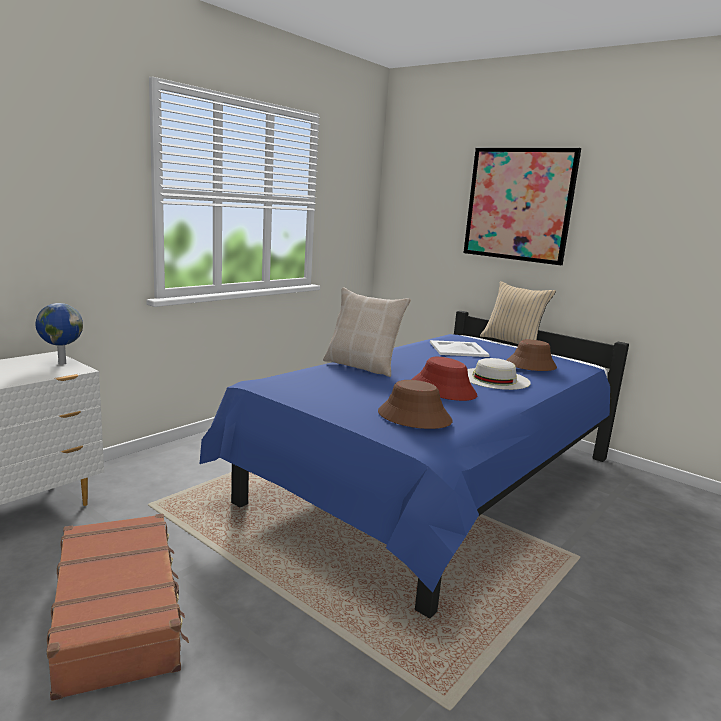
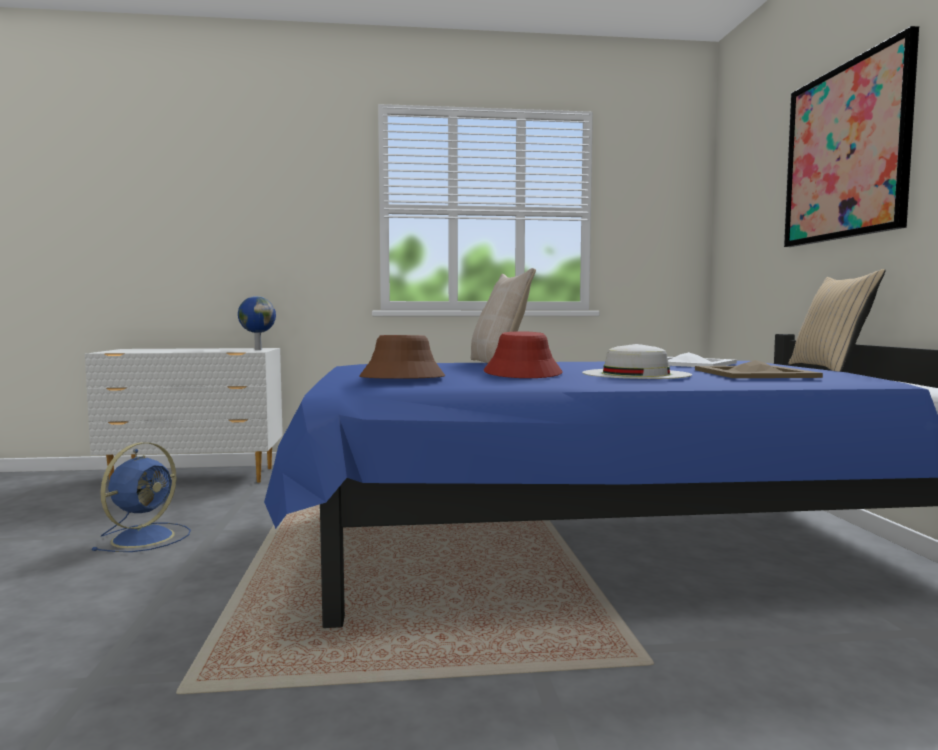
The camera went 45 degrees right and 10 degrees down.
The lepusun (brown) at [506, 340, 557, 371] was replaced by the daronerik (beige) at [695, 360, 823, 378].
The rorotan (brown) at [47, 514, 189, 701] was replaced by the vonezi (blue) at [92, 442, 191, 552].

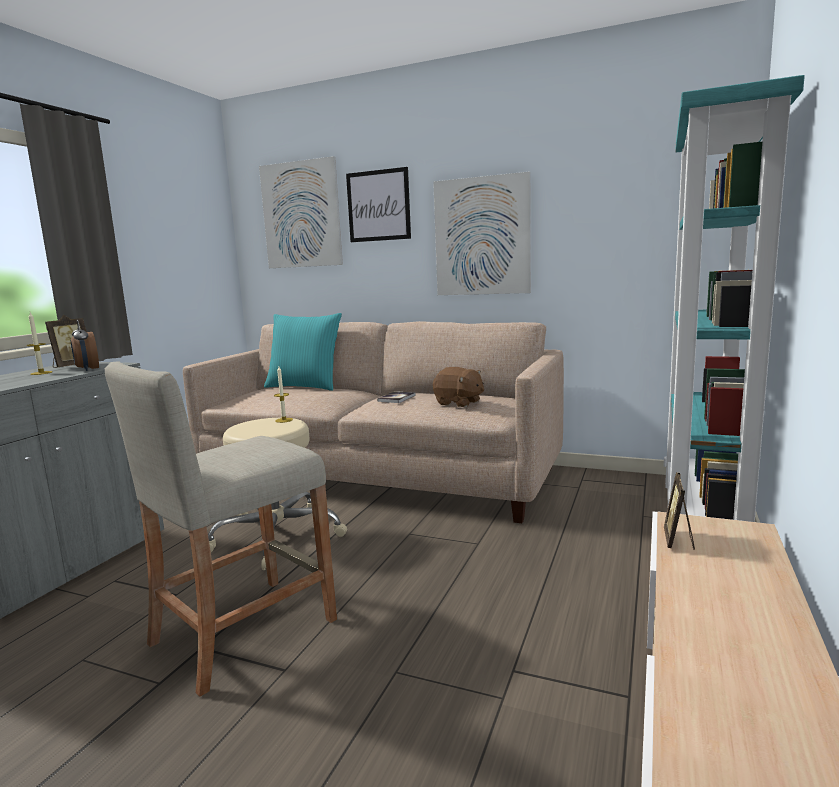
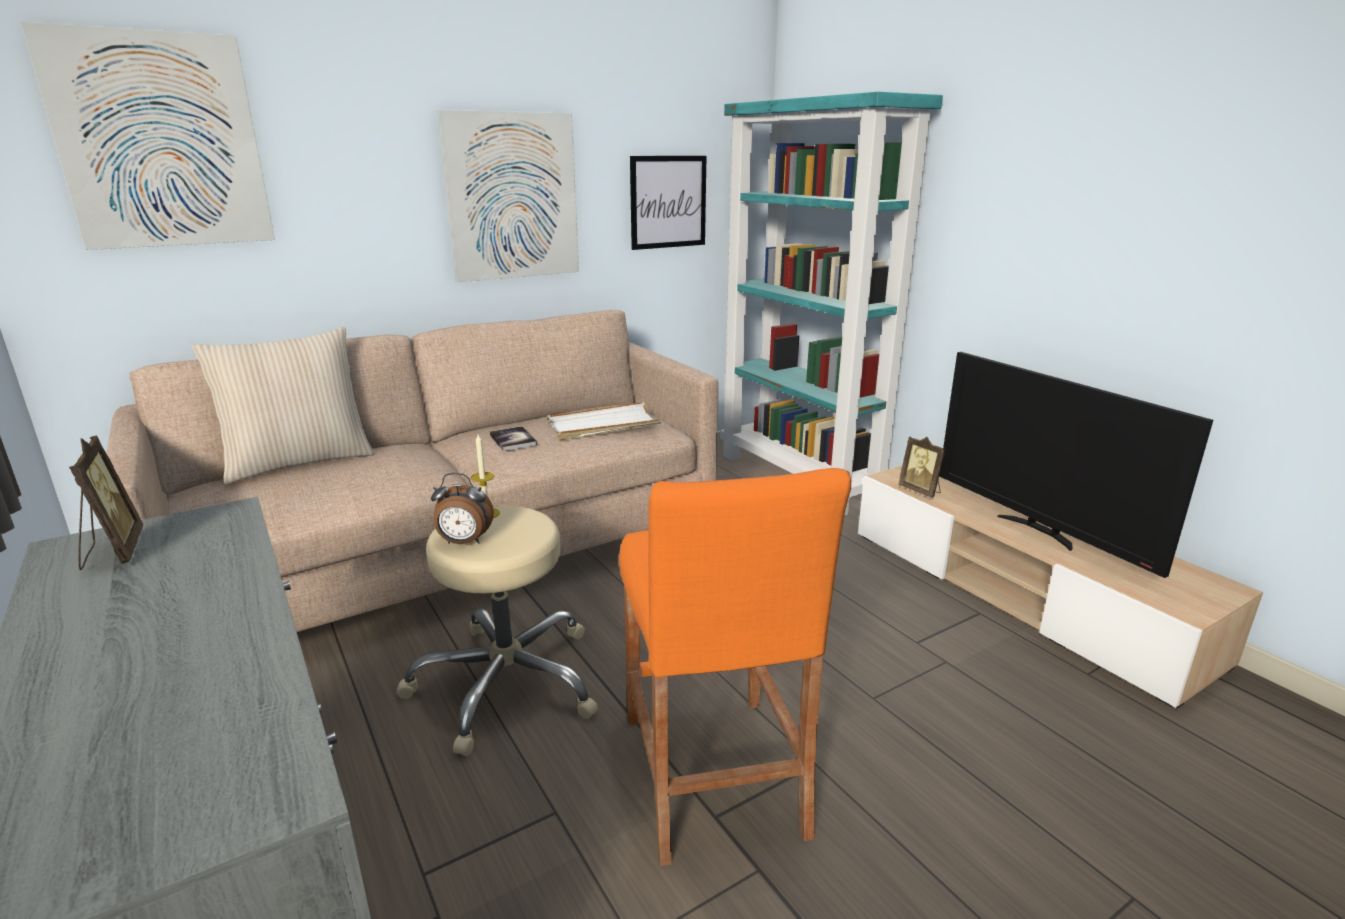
The camera went 55 degrees left and 10 degrees up.
The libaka moved from [346, 167, 411, 242] to [630, 156, 706, 250].
The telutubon at [26, 312, 52, 375] disappeared.
The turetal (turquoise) at [264, 313, 342, 391] became the turetal (beige) at [192, 327, 375, 484].
The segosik moved from [71, 320, 99, 371] to [431, 473, 494, 544].
The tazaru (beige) at [105, 361, 337, 697] became the tazaru (orange) at [619, 468, 851, 866].
The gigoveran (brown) at [433, 367, 484, 407] was replaced by the daronerik (white) at [547, 402, 662, 440].
The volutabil at [939, 352, 1213, 578] appeared.

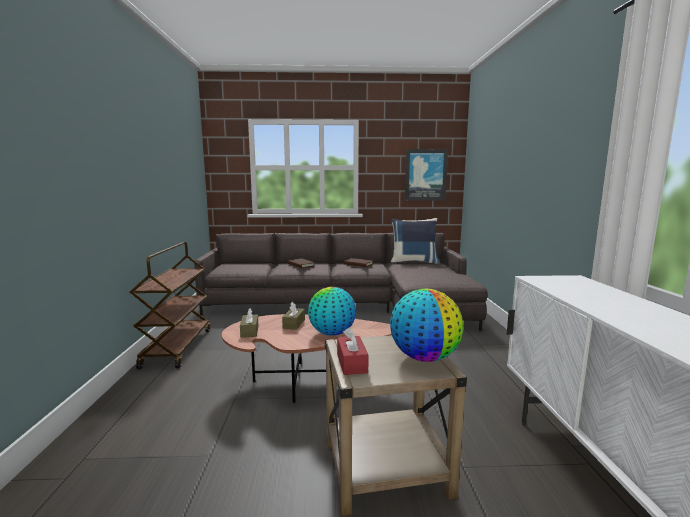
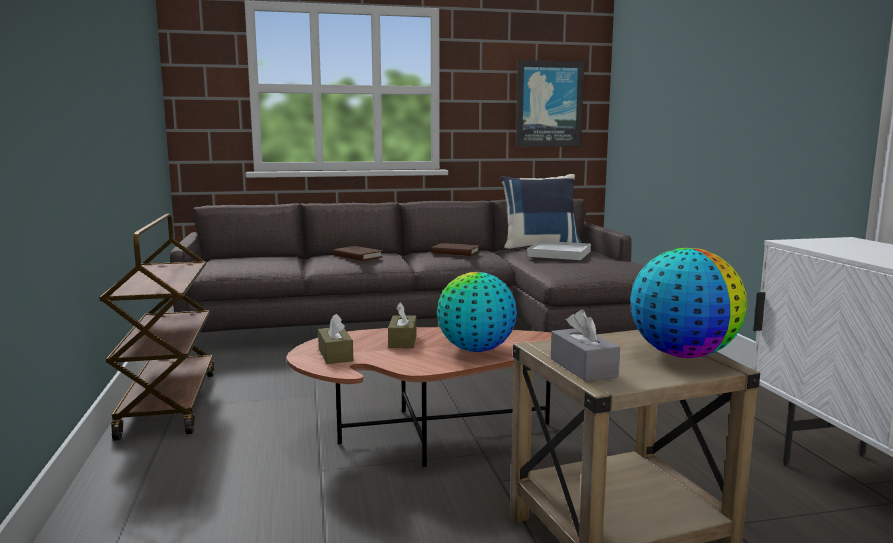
The camera went 10 degrees left and 0 degrees up.
The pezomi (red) at [337, 327, 369, 375] became the pezomi (grey) at [551, 310, 620, 382].
The daronerik (white) at [527, 241, 591, 260] appeared.

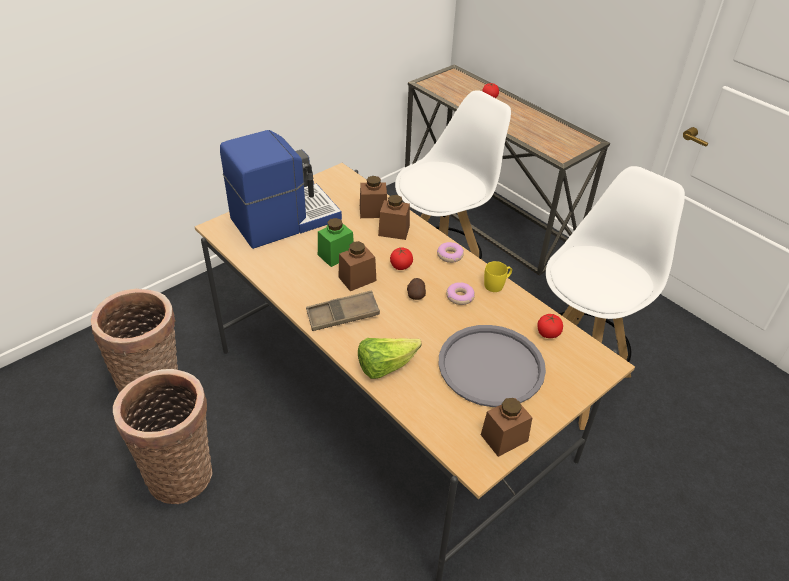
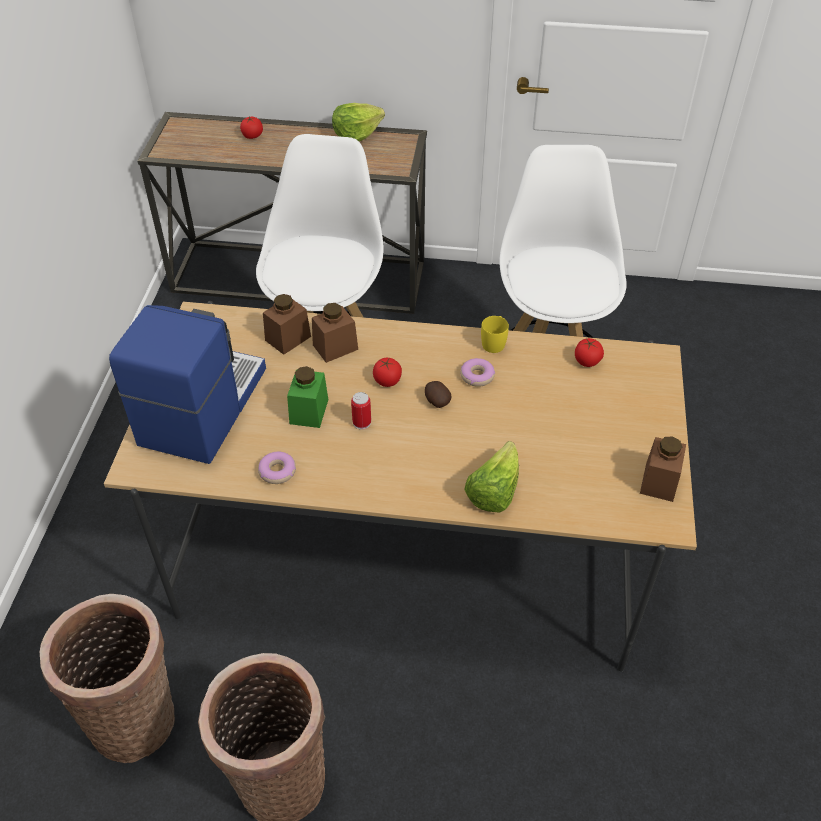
The camera went 40 degrees left and 5 degrees up.
The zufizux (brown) at [338, 241, 376, 291] was replaced by the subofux at [351, 392, 371, 430].
The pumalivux moved from [437, 242, 464, 263] to [258, 452, 296, 484].
The daronerik (brown) at [306, 290, 380, 331] disappeared.
The daronerik (grey) at [439, 325, 546, 407] disappeared.
The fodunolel at [332, 103, 385, 141] appeared.

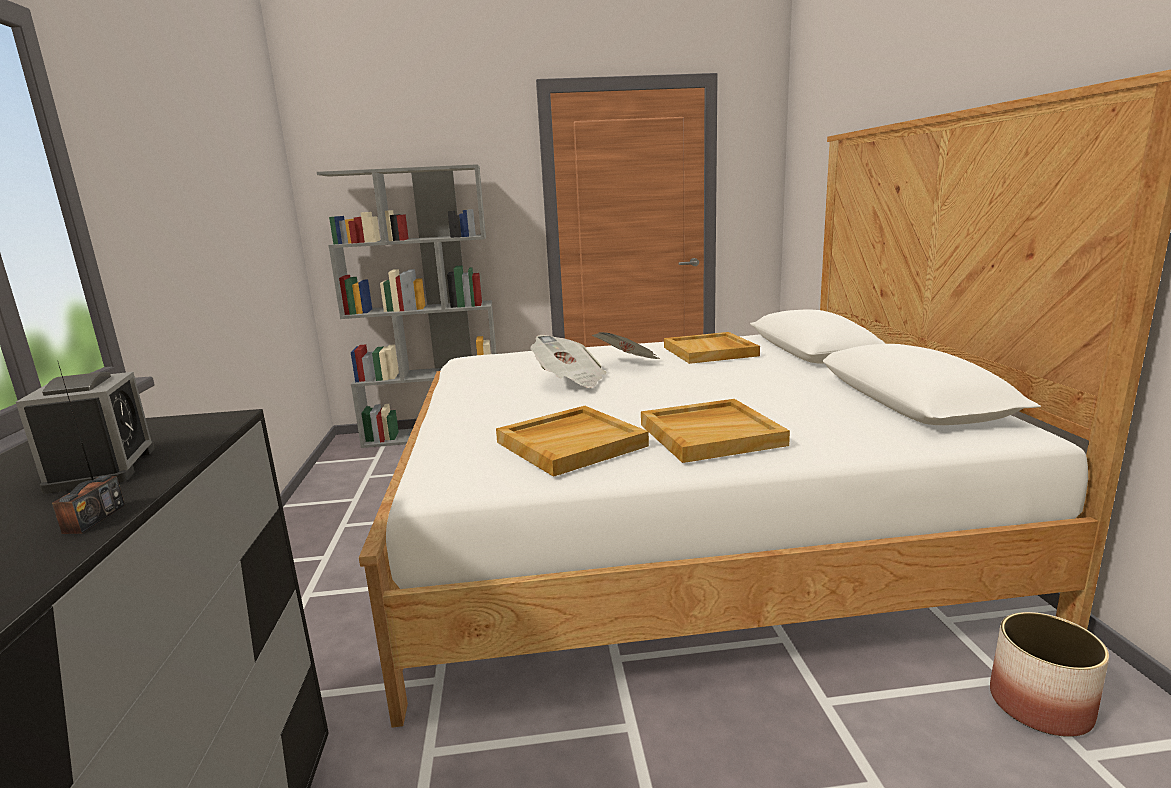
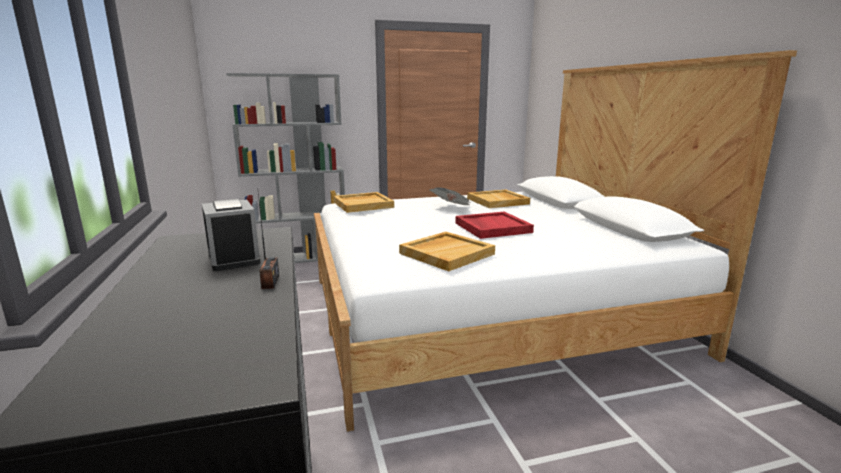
The camera went 10 degrees left and 0 degrees up.
The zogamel at [530, 335, 607, 388] disappeared.
The daronerik (beige) moved from [641, 399, 790, 463] to [333, 192, 394, 213].
The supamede at [990, 612, 1109, 737] disappeared.
The daronerik (red) at [456, 212, 534, 239] appeared.

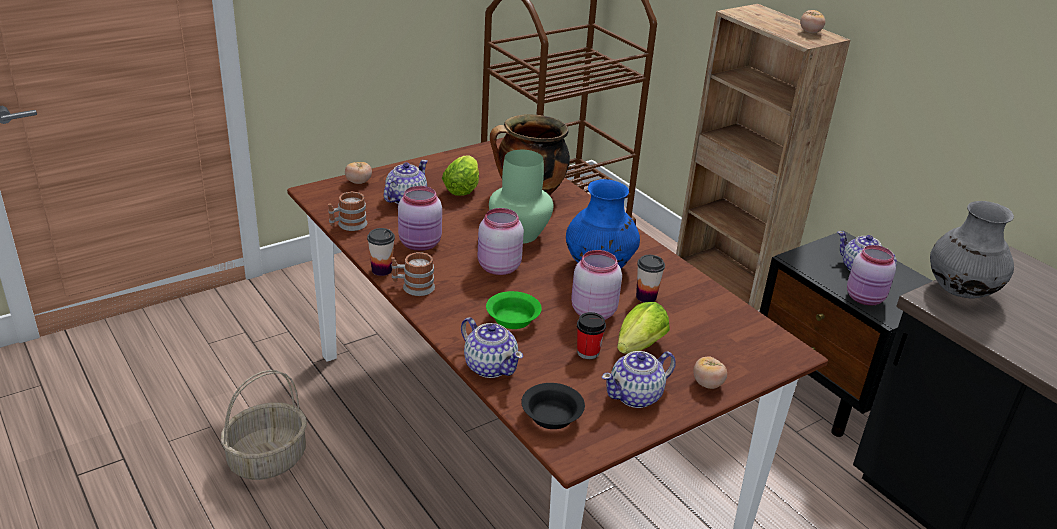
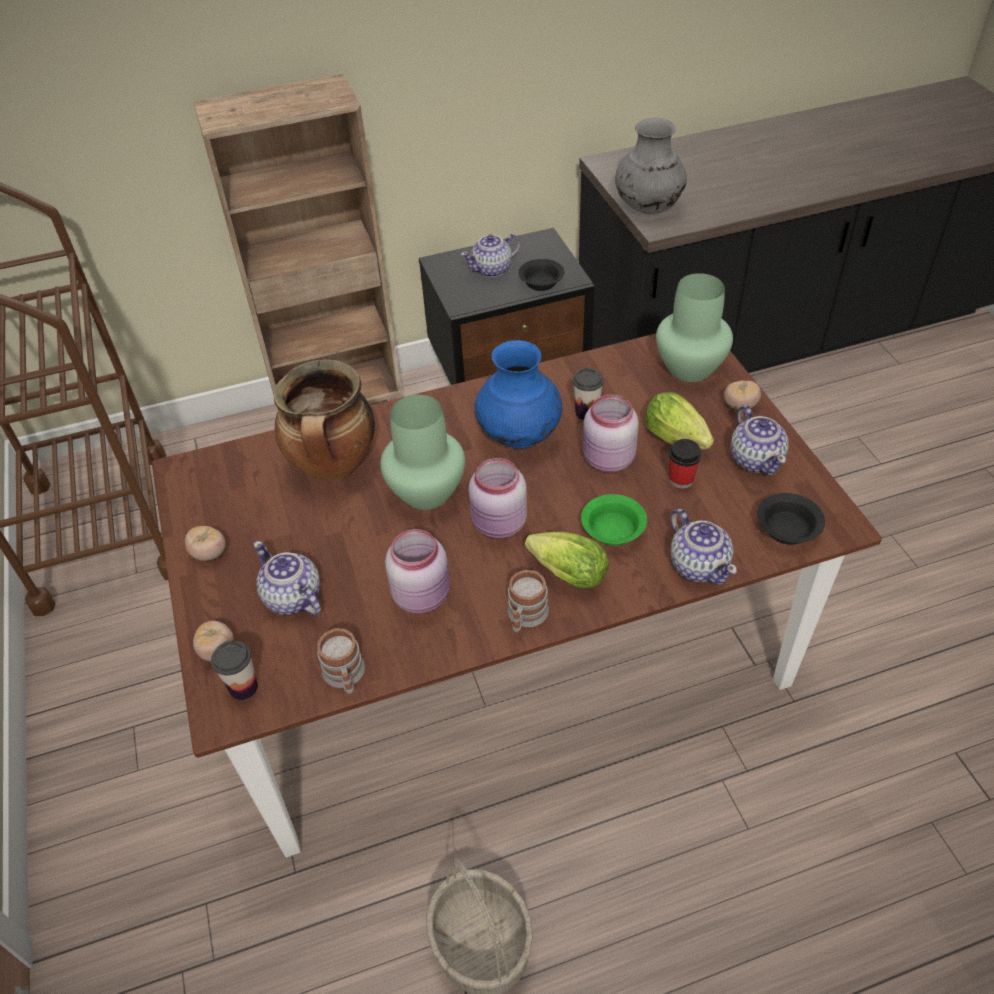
The camera went 70 degrees left and 15 degrees up.
The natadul moved from [800, 10, 825, 33] to [185, 526, 226, 561].
The fodunolel moved from [442, 155, 479, 196] to [525, 532, 609, 588].
The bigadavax moved from [367, 228, 395, 276] to [211, 641, 258, 700].
The zufizux (pink) at [847, 245, 896, 306] was replaced by the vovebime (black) at [518, 259, 564, 291].
The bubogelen at [461, 317, 523, 378] turned 90 degrees clockwise.
The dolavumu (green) at [656, 273, 733, 382] appeared.

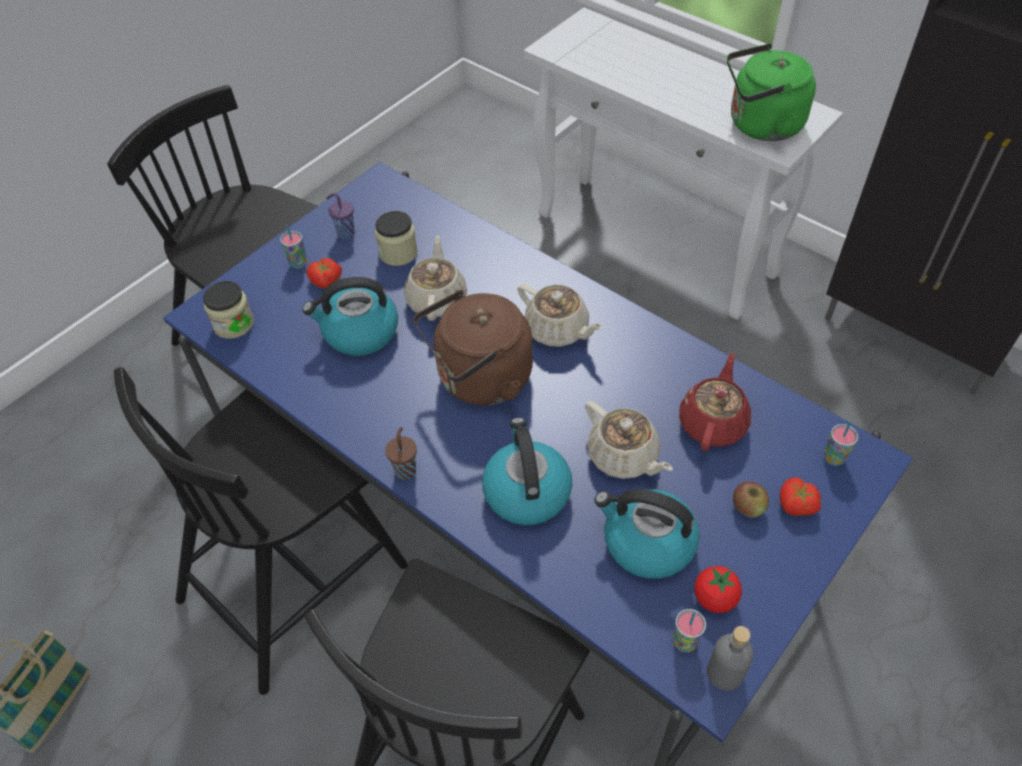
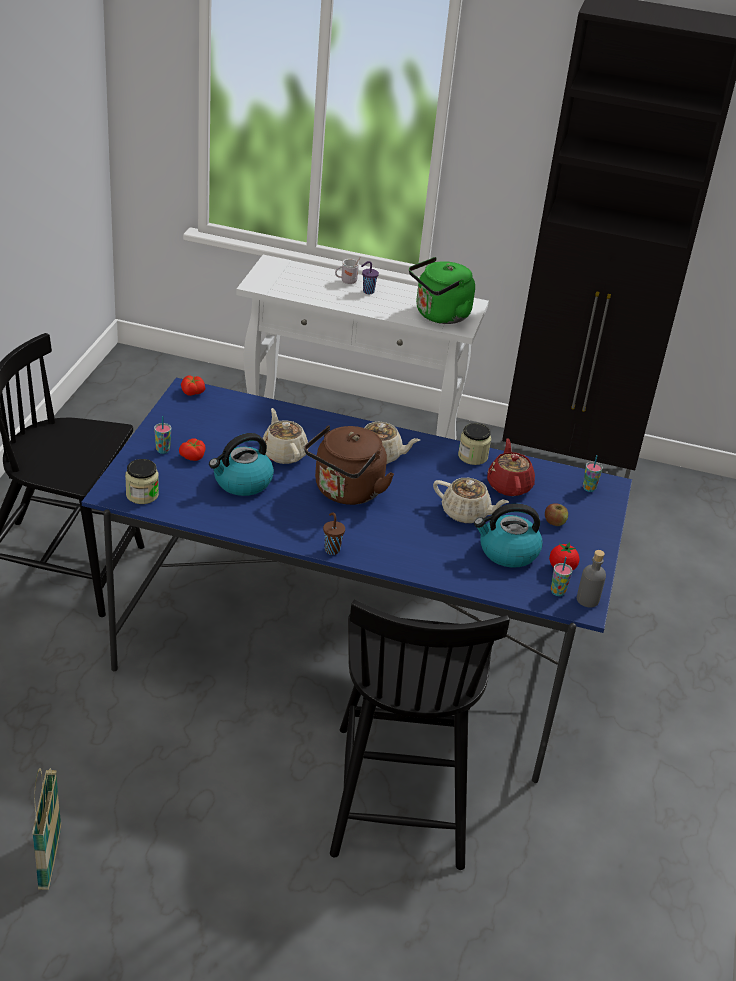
The camera went 30 degrees left and 15 degrees down.
The bigadavax (purple) moved from [326, 193, 355, 239] to [361, 261, 379, 294].
The zufizux moved from [375, 211, 418, 266] to [458, 423, 491, 465].
The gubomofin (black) at [114, 367, 408, 695] disappeared.
The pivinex at [482, 418, 572, 525] disappeared.
The natadul moved from [780, 478, 821, 516] to [181, 376, 205, 396].
The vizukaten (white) at [335, 258, 360, 284] appeared.

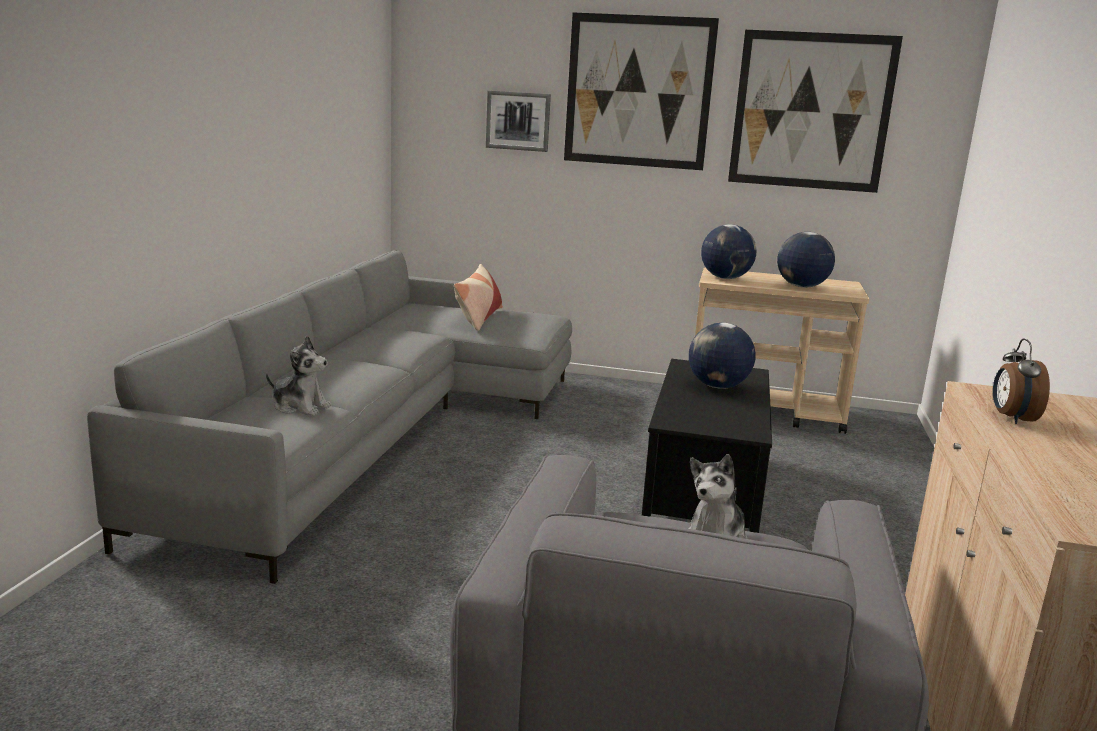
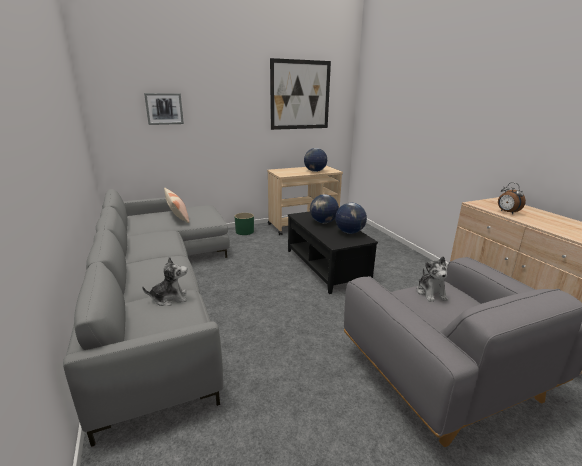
The camera went 35 degrees left and 5 degrees up.
The libaka at [564, 13, 719, 170] disappeared.
The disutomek moved from [701, 224, 756, 279] to [335, 203, 367, 234].
The supamede (green) at [234, 213, 254, 235] appeared.

